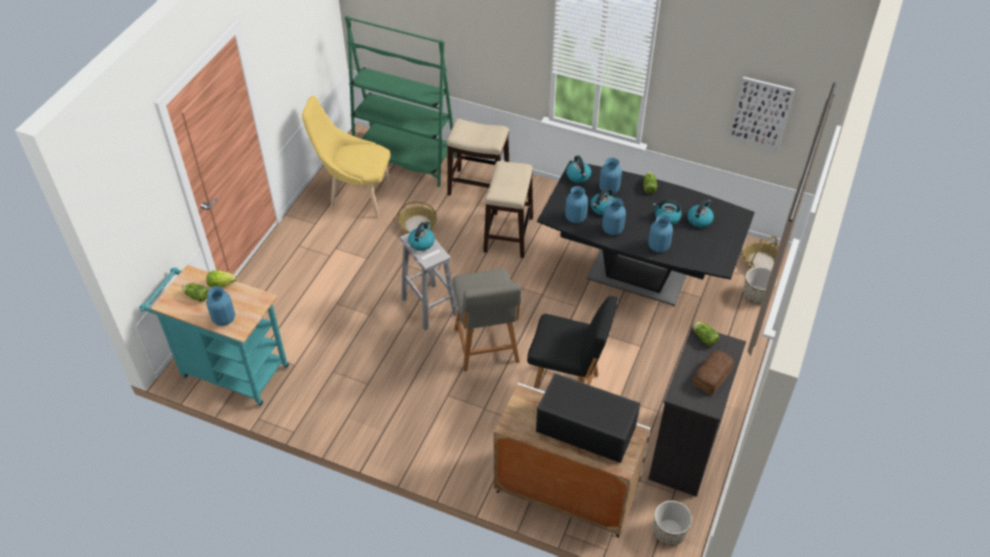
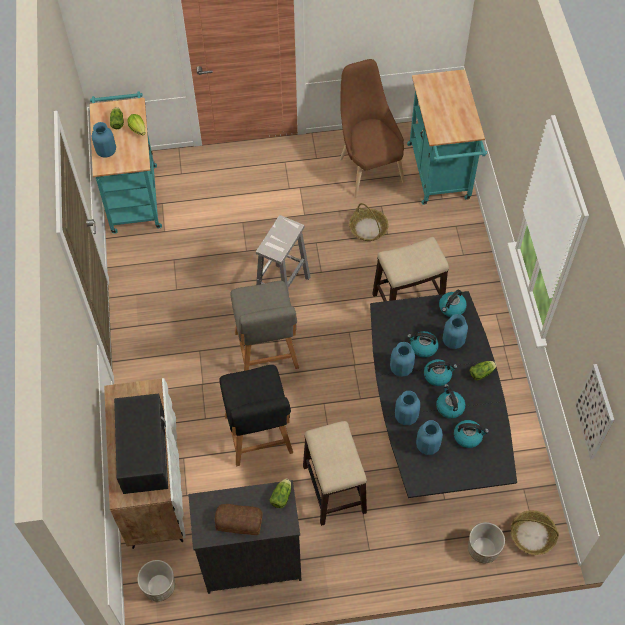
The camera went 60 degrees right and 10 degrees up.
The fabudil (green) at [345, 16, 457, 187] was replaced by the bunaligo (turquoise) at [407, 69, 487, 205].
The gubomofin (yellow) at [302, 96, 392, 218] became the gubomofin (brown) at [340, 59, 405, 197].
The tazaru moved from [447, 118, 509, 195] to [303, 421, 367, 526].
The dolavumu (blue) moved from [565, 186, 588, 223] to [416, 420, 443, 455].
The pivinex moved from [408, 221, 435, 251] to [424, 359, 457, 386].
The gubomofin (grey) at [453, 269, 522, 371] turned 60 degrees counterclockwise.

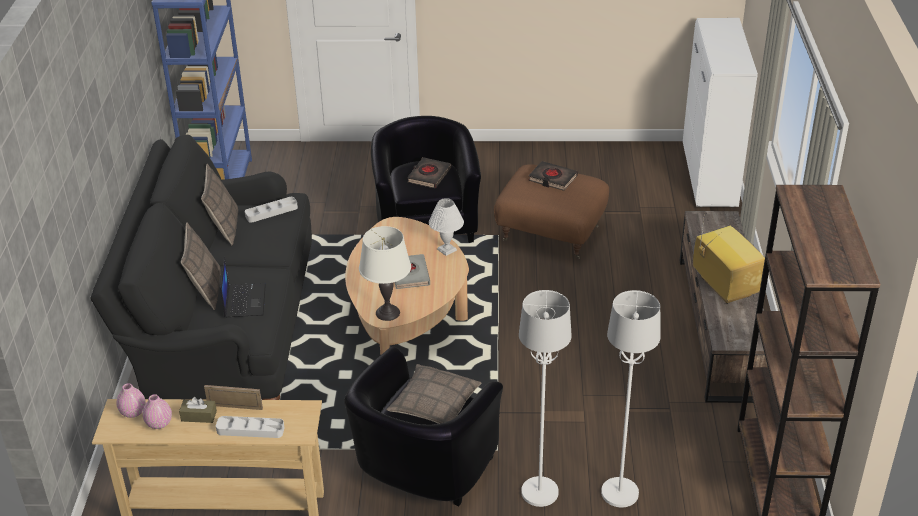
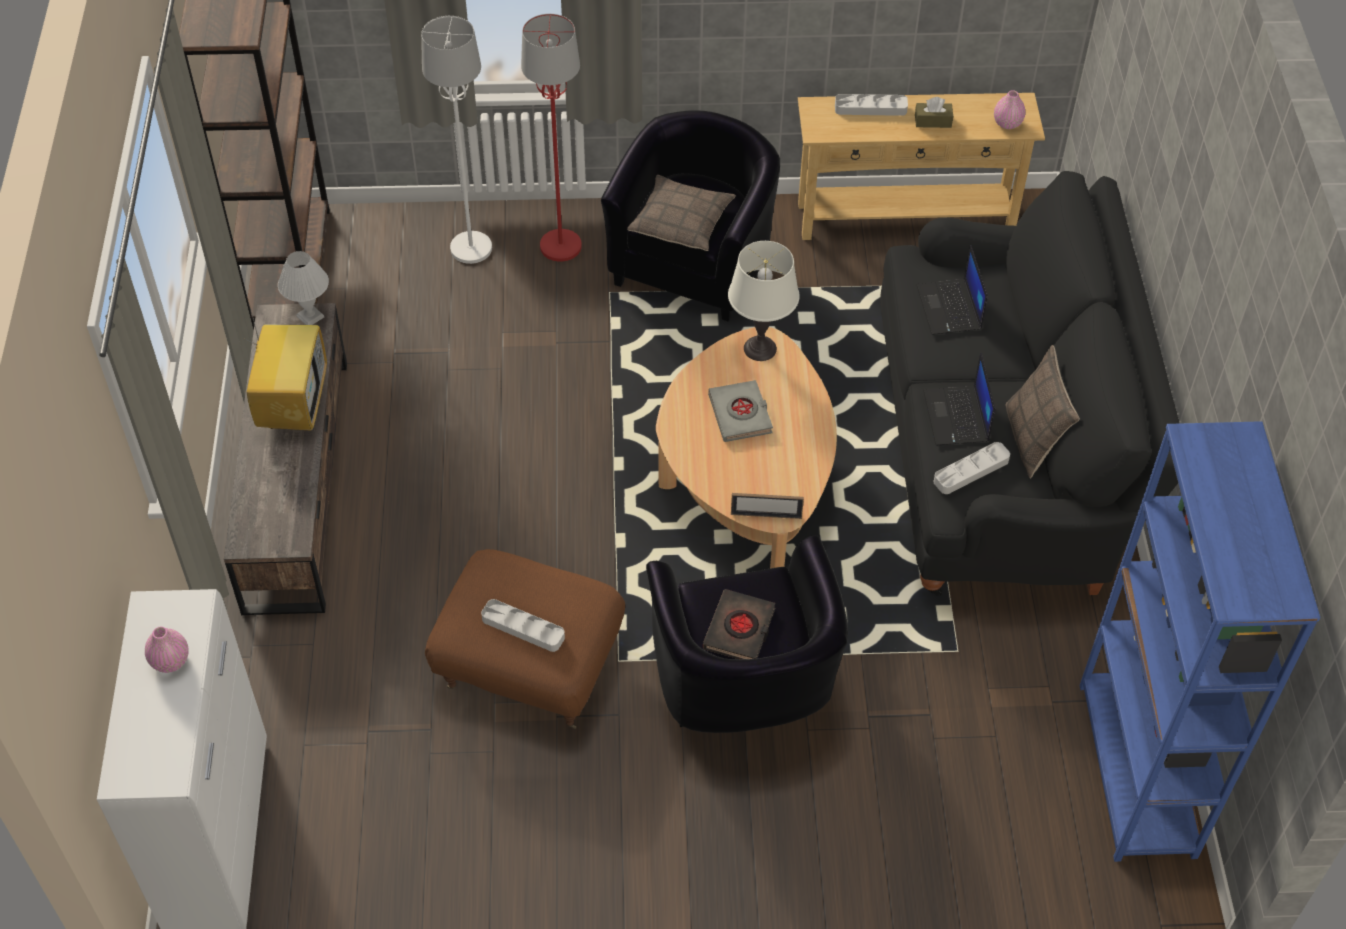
The camera went 175 degrees right and 15 degrees up.
The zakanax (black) at [528, 161, 578, 191] was replaced by the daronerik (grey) at [481, 599, 565, 652].
The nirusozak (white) moved from [429, 198, 464, 256] to [278, 251, 329, 325].
The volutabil at [693, 212, 765, 304] turned 150 degrees counterclockwise.
The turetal at [181, 222, 221, 310] disappeared.
The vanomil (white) at [519, 290, 572, 507] became the vanomil (red) at [521, 14, 582, 262].
The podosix moved from [204, 385, 263, 410] to [731, 493, 804, 519].
The dolavumu (pink) moved from [143, 394, 172, 429] to [145, 627, 189, 673].
The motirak at [923, 353, 995, 446] appeared.

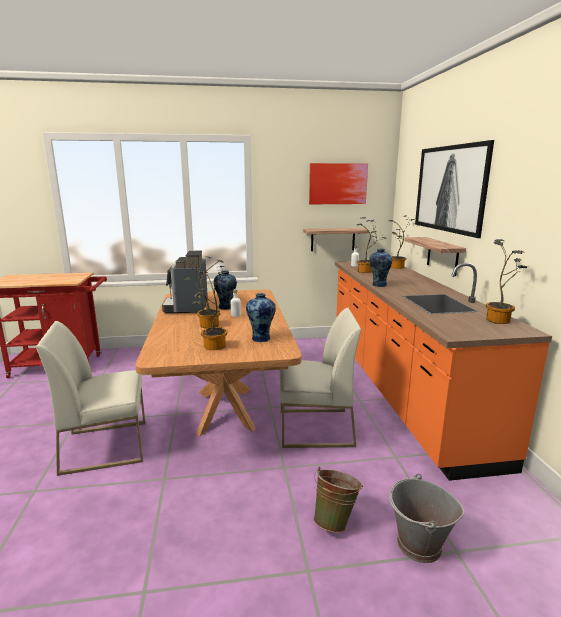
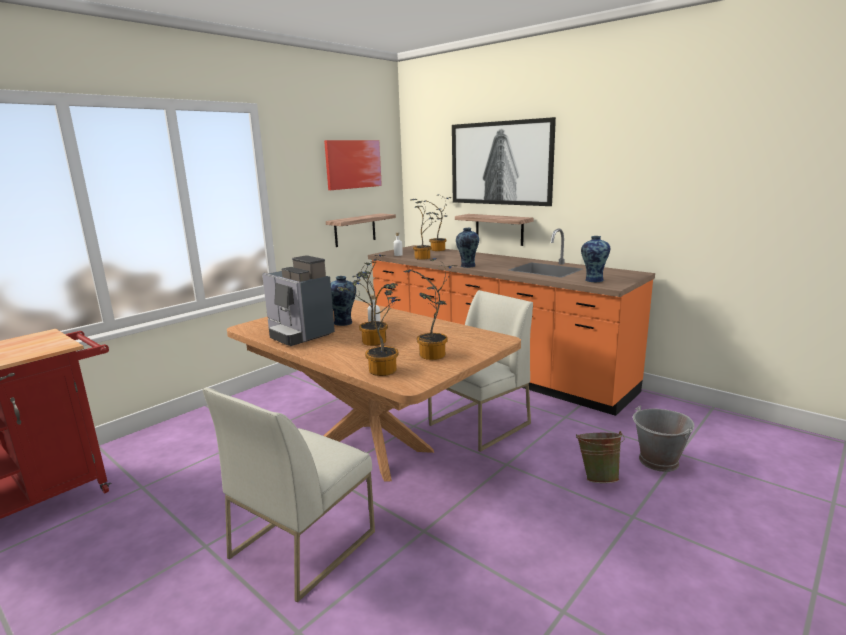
The camera went 40 degrees left and 0 degrees up.
The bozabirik moved from [486, 239, 529, 324] to [356, 271, 401, 376].
The dolavumu moved from [246, 293, 276, 342] to [581, 236, 610, 282].

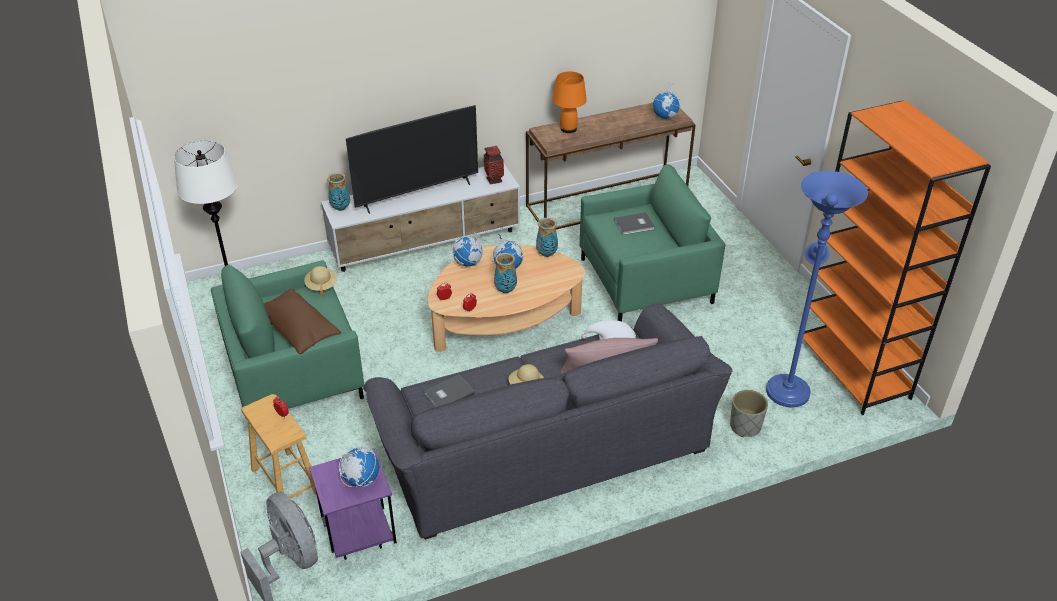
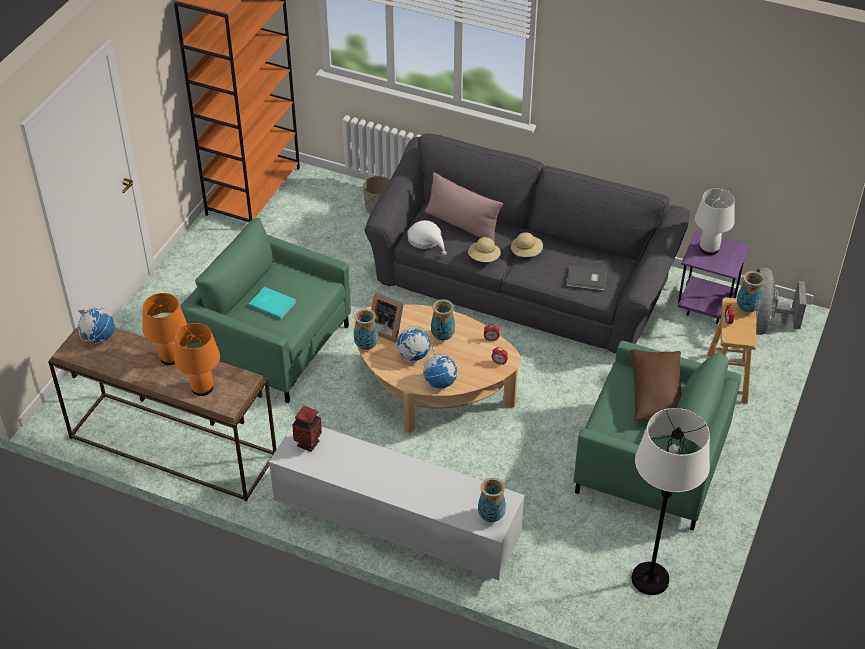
The camera went 135 degrees left and 5 degrees up.
The volutabil at [346, 105, 478, 214] disappeared.
The vanomil (blue) at [766, 171, 868, 408] disappeared.
The zakanax (grey) at [614, 212, 655, 235] became the zakanax (turquoise) at [249, 287, 296, 320].
The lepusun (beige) moved from [304, 266, 337, 296] to [468, 237, 501, 262].
The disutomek at [339, 446, 379, 487] was replaced by the nirusozak (white) at [695, 189, 735, 255].
The dolavumu at [737, 271, 765, 313] appeared.
The podosix at [371, 292, 404, 342] appeared.
The nirusozak (orange) at [142, 293, 187, 365] appeared.

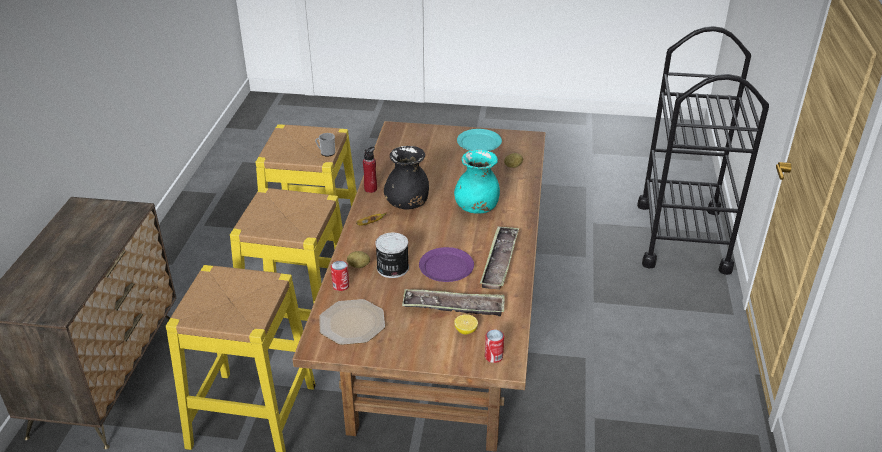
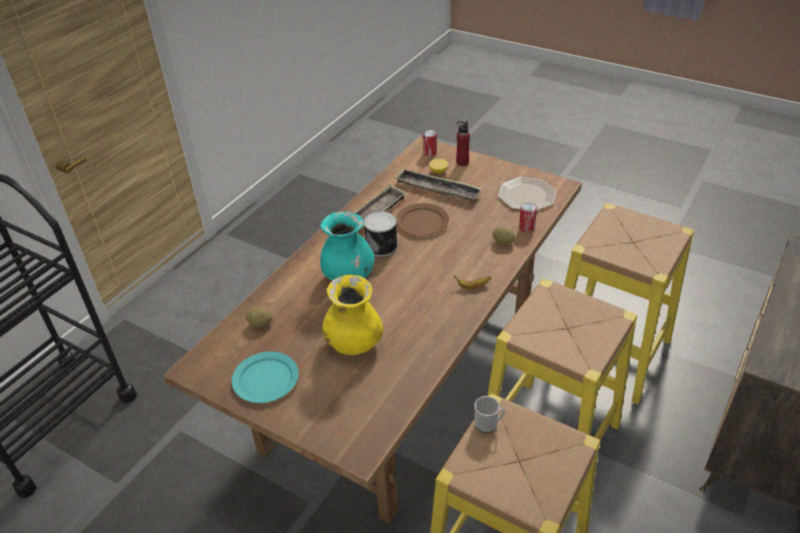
The camera went 155 degrees left and 5 degrees up.
The dolavumu (black) at [384, 146, 429, 210] disappeared.
The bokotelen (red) moved from [363, 147, 377, 193] to [456, 121, 470, 166].
The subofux moved from [375, 233, 409, 278] to [364, 211, 398, 257].
The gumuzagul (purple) at [419, 247, 474, 282] became the gumuzagul (brown) at [396, 203, 449, 236].
The dolavumu (yellow) at [322, 275, 383, 355] appeared.

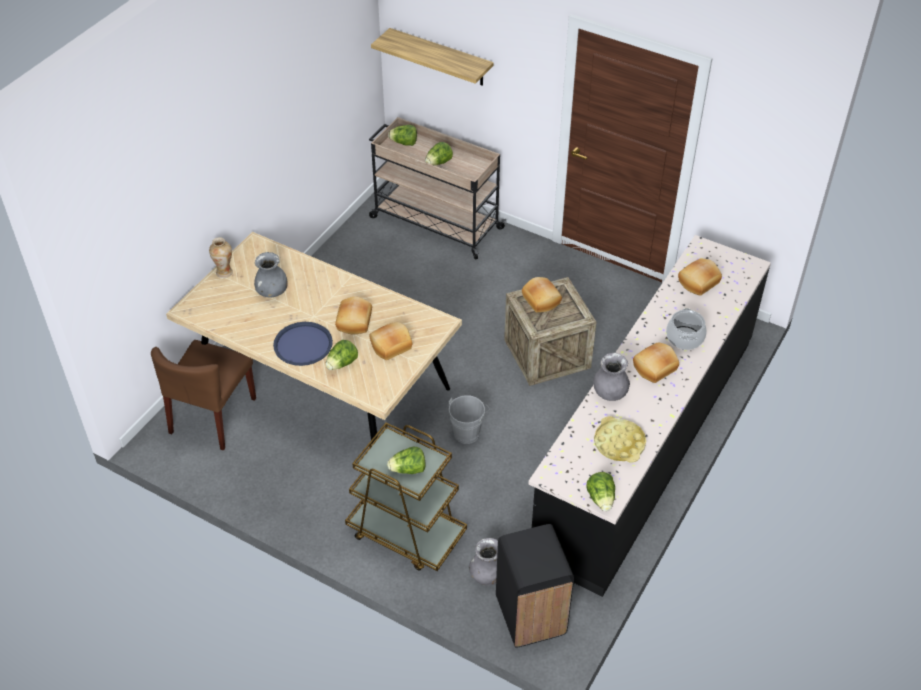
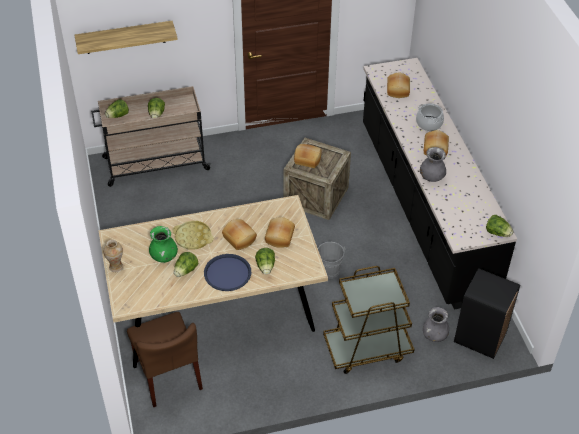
The camera went 45 degrees left and 0 degrees up.
The dolavumu (grey) at [254, 252, 288, 297] became the dolavumu (green) at [149, 226, 178, 263].
The daronerik (yellow) moved from [594, 416, 646, 463] to [172, 221, 214, 250].
The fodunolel moved from [387, 447, 426, 474] to [174, 252, 198, 277].

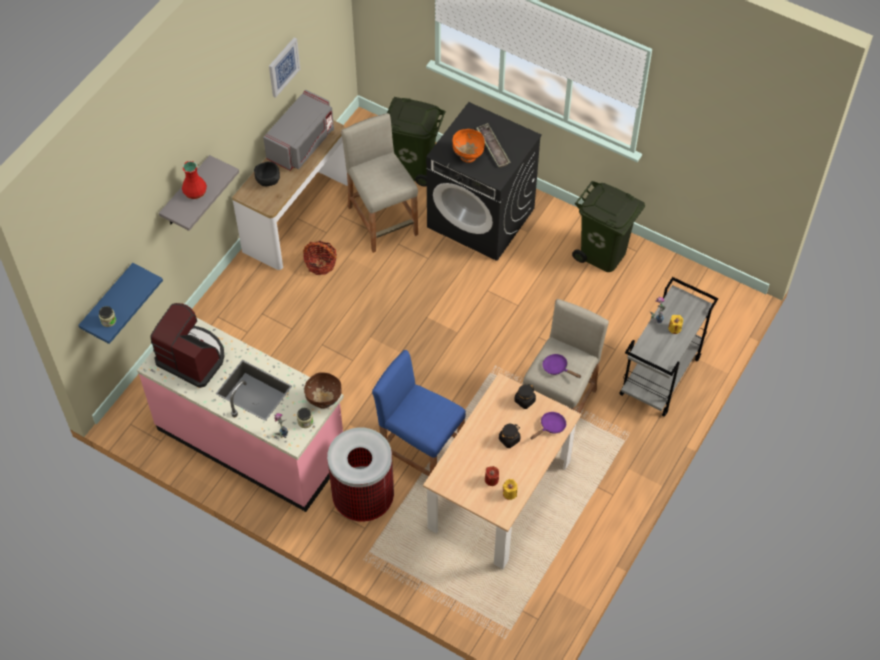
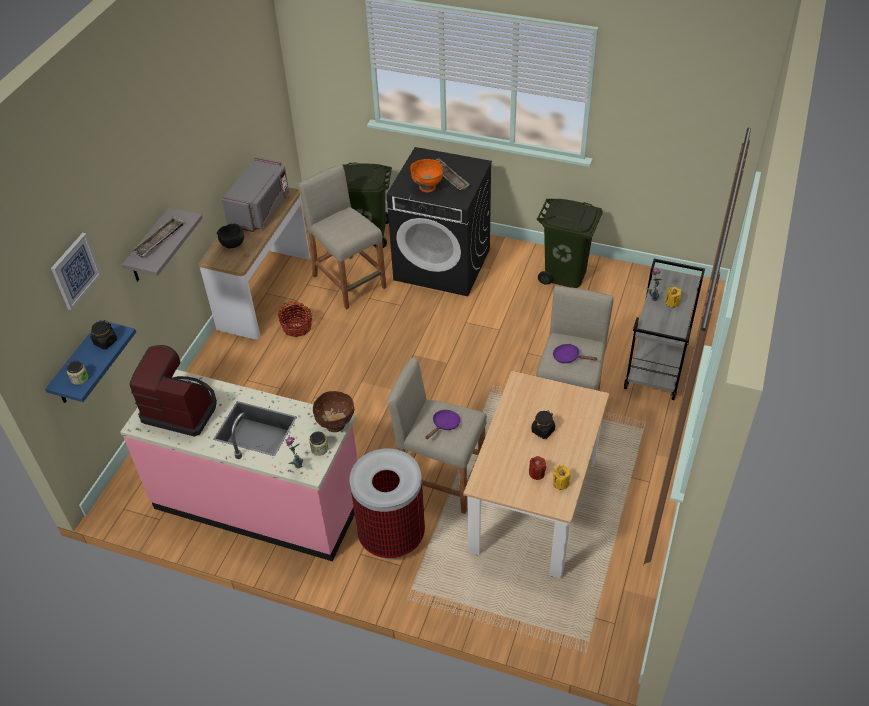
The camera went 10 degrees left and 10 degrees down.
The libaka moved from [269, 37, 300, 98] to [51, 233, 101, 310].
The dolavumu (red) at [182, 161, 207, 199] was replaced by the daronerik at [131, 216, 184, 257].
The tazaru (blue) at [372, 350, 466, 476] became the tazaru (beige) at [387, 357, 487, 514].
The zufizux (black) moved from [514, 384, 536, 409] to [90, 320, 117, 349].
The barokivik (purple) moved from [530, 412, 566, 439] to [425, 410, 461, 439].

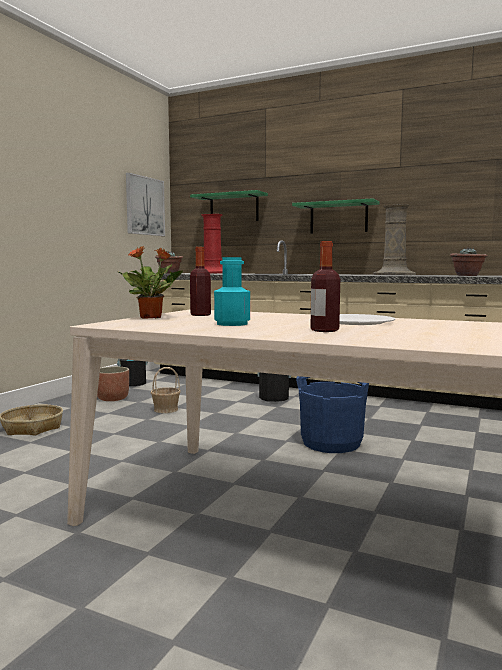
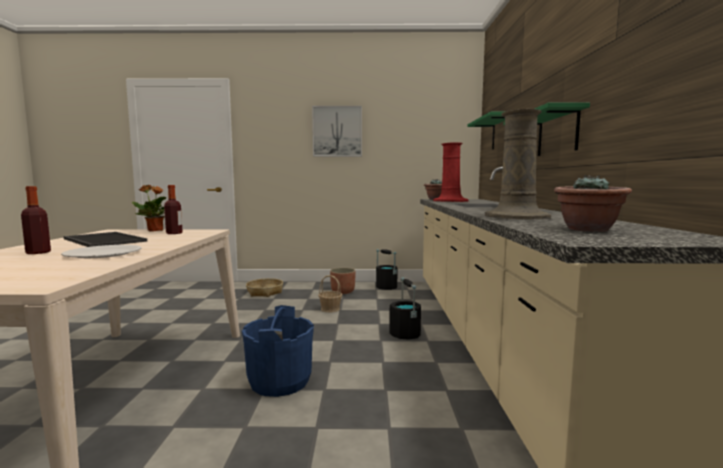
The camera went 65 degrees right and 0 degrees up.
The libaka moved from [126, 173, 165, 236] to [312, 106, 362, 157].
The bokotelen (turquoise) at [214, 257, 250, 326] was replaced by the daronerik at [63, 232, 147, 247].

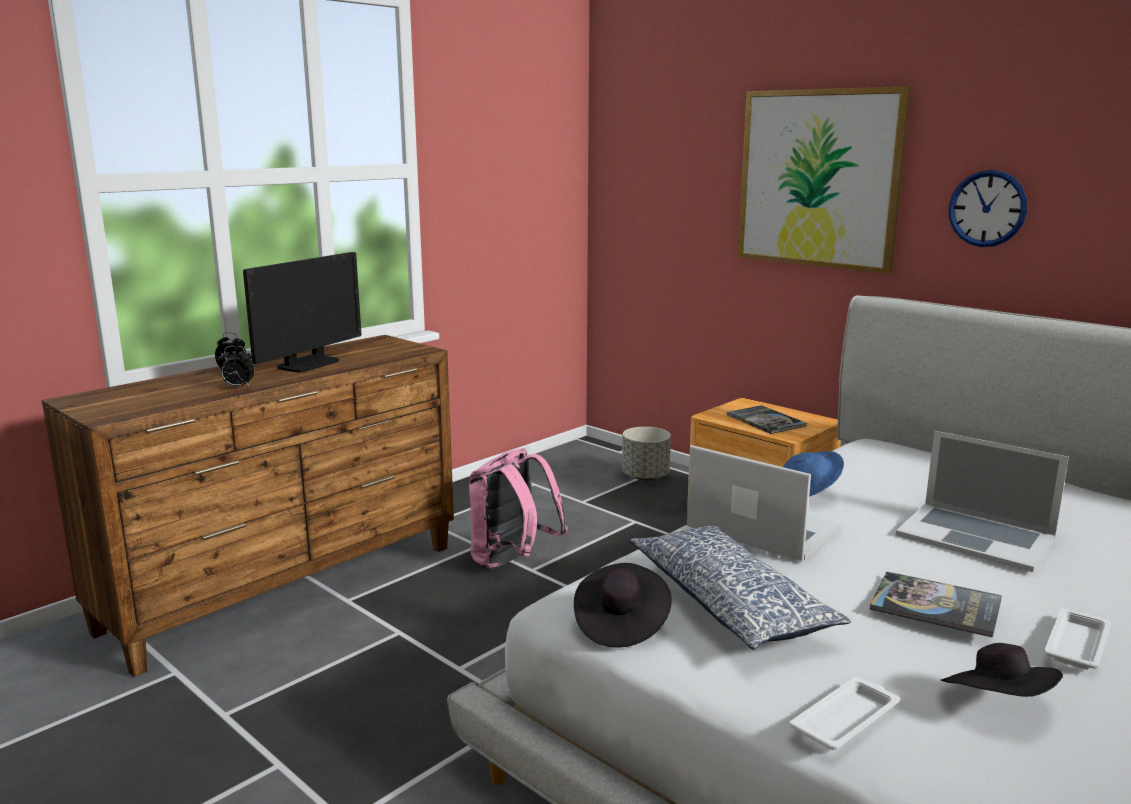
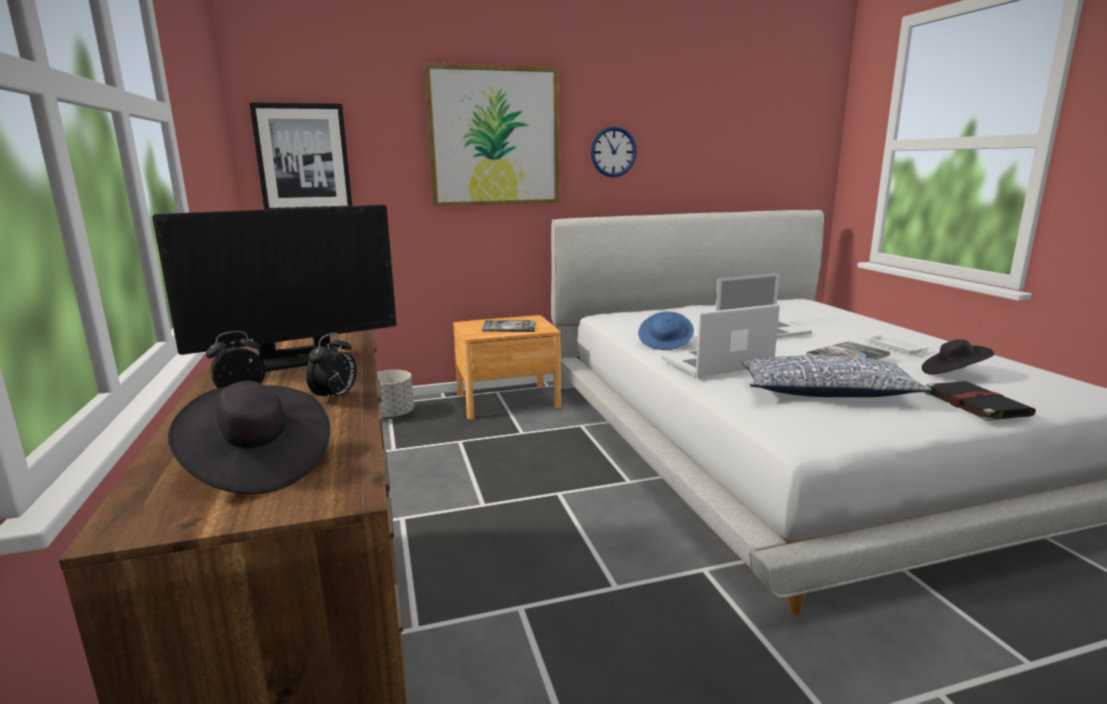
The camera went 60 degrees left and 0 degrees up.
The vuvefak at [243, 252, 361, 372] turned 90 degrees clockwise.
The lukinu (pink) at [469, 448, 568, 570] disappeared.
The lepusun (black) moved from [574, 563, 672, 647] to [168, 381, 330, 494].
The daronerik (white) at [789, 677, 900, 750] was replaced by the zakanax (black) at [925, 381, 1036, 421].
The libaka at [249, 102, 352, 209] appeared.

